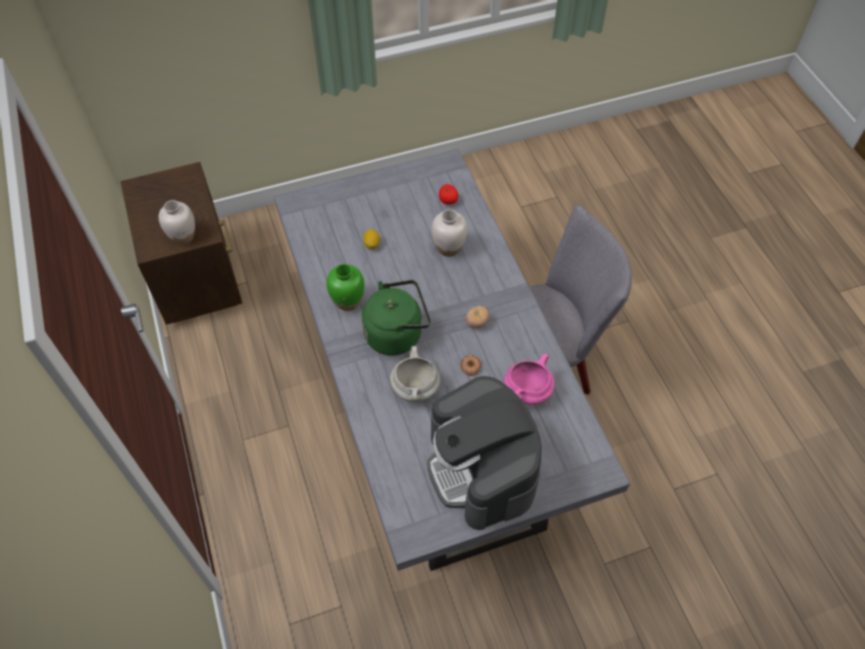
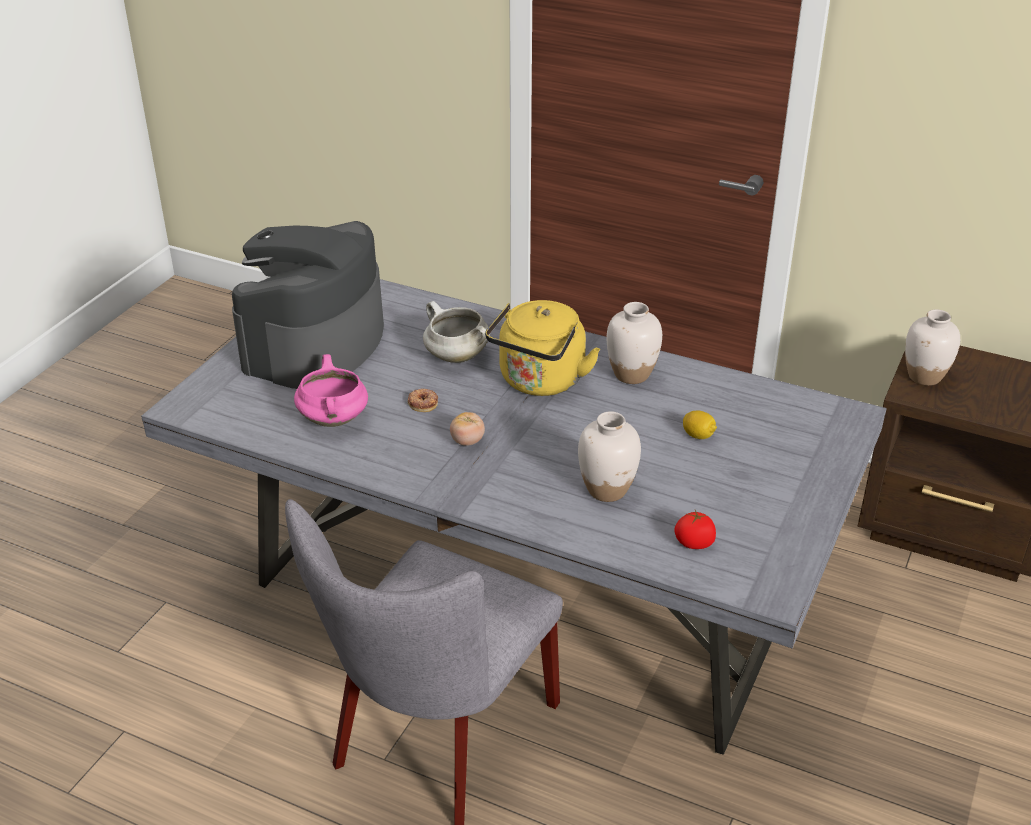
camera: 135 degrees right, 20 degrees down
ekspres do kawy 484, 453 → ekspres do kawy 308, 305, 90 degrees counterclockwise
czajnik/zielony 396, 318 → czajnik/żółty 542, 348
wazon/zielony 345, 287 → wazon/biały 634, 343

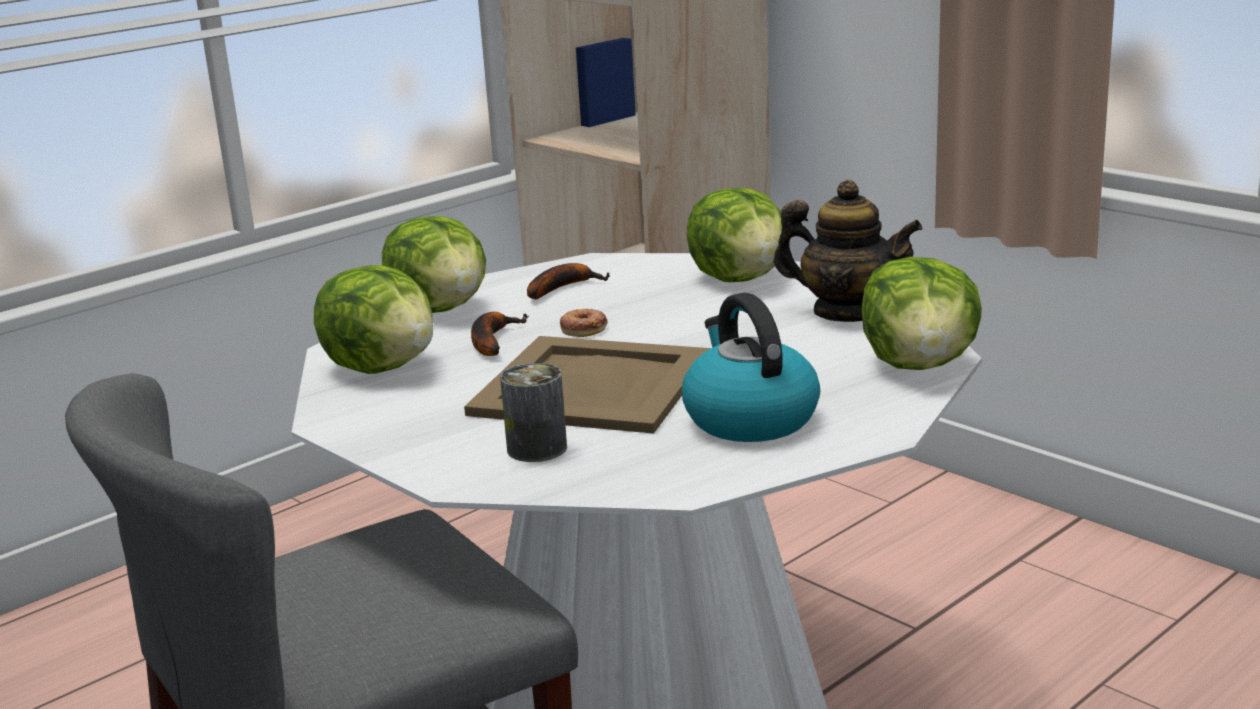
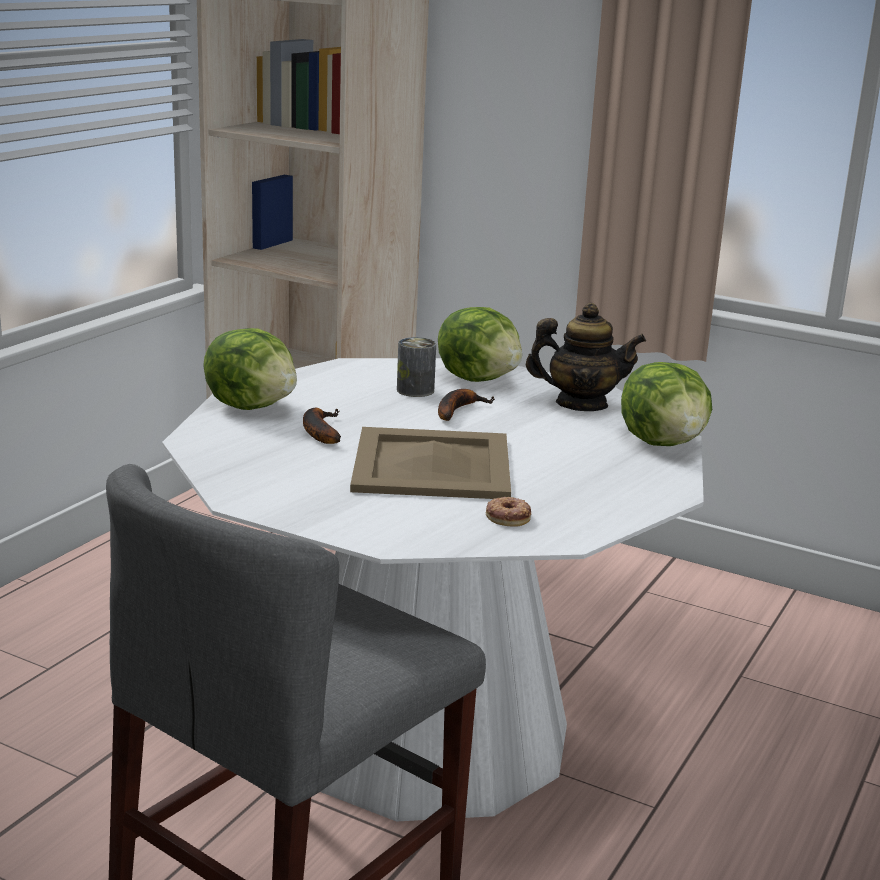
camera: 20 degrees left, 0 degrees up
puszka 533, 412 → puszka 416, 367, moved
banan 568, 281 → banan 466, 405, moved
donut 584, 323 → donut 508, 512, moved
sałata 373, 319 → -
czajnik 751, 367 → -

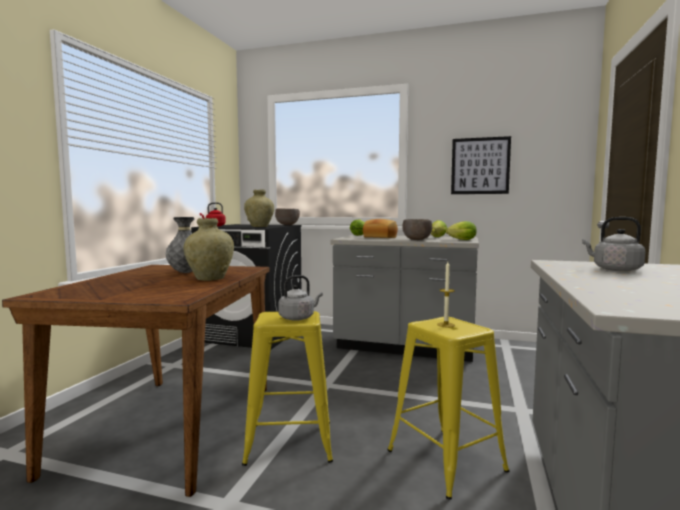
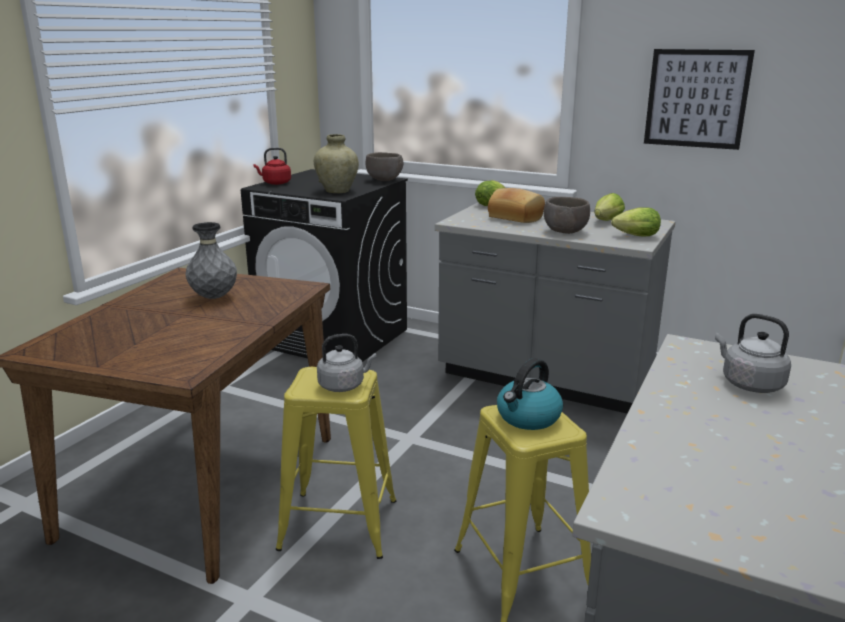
camera: 10 degrees right, 15 degrees up
świeca 446, 294 → czajnik 530, 394
wazon/beżowy 208, 249 → -

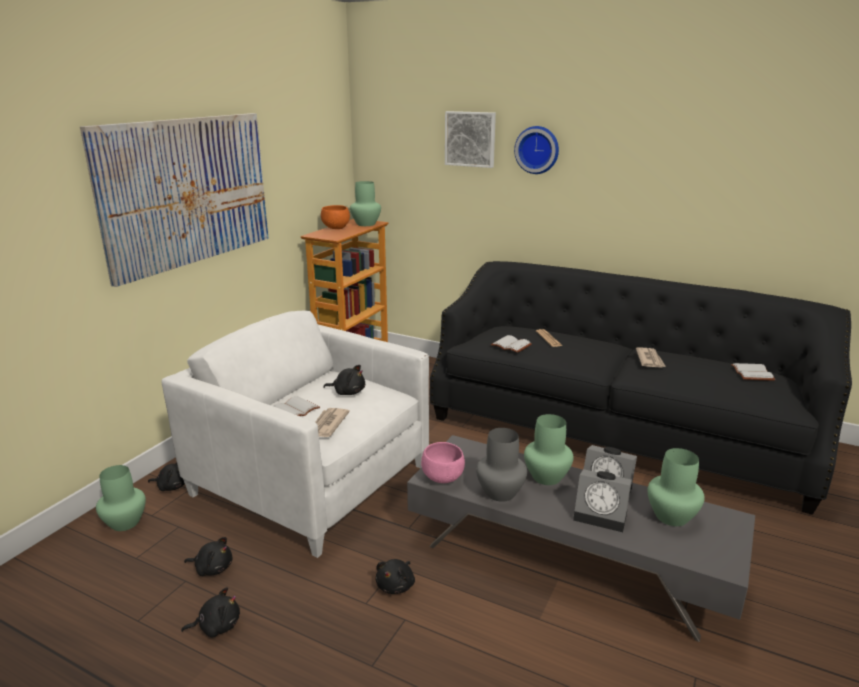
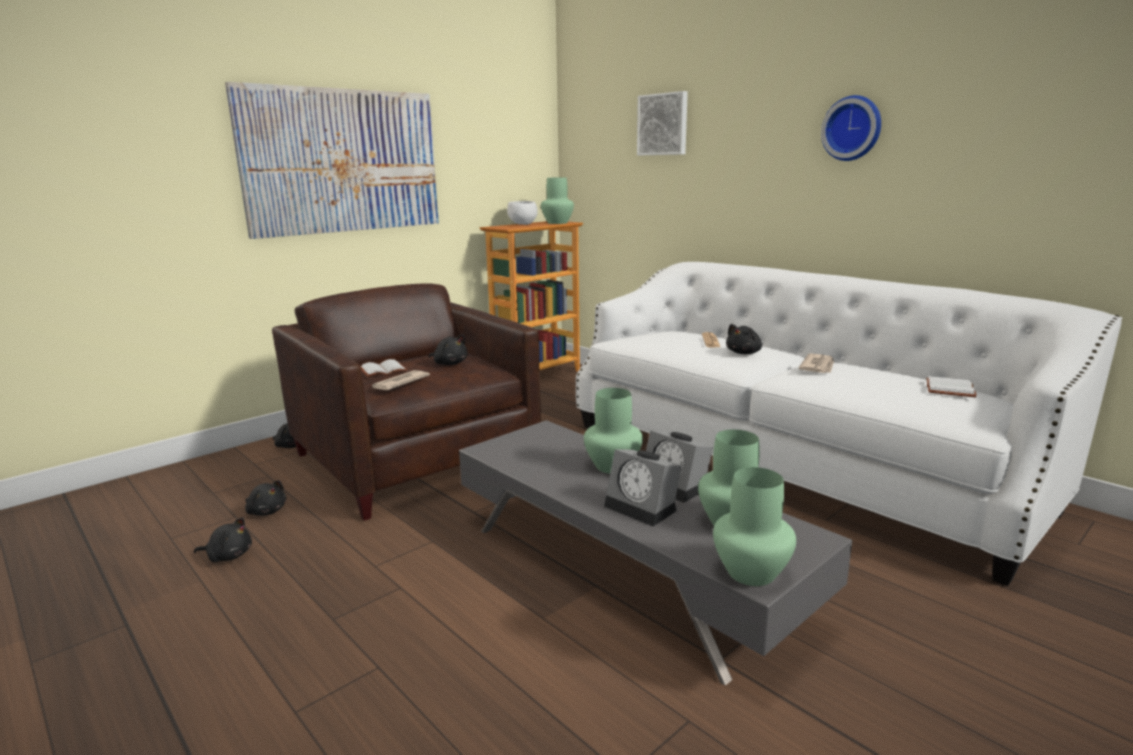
camera: 20 degrees right, 5 degrees down
fotel/biały 295, 434 → fotel/brązowy 406, 402
miska/pomarańczowy 335, 217 → miska/biały 522, 213
kanapa/czarny 641, 388 → kanapa/biały 849, 424
wazon/zielony 121, 498 → wazon/zielony 754, 526, moved
pluszak/czarny 395, 576 → pluszak/czarny 744, 339, moved
zegar ścienny 536, 150 → zegar ścienny 851, 128, moved
miska/różowy 443, 462 → -
wazon/szary 501, 465 → -
książka/biały 511, 344 → -

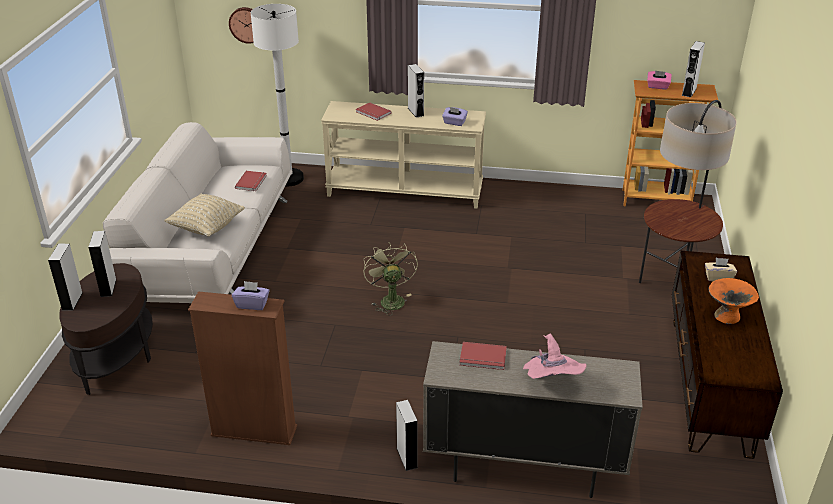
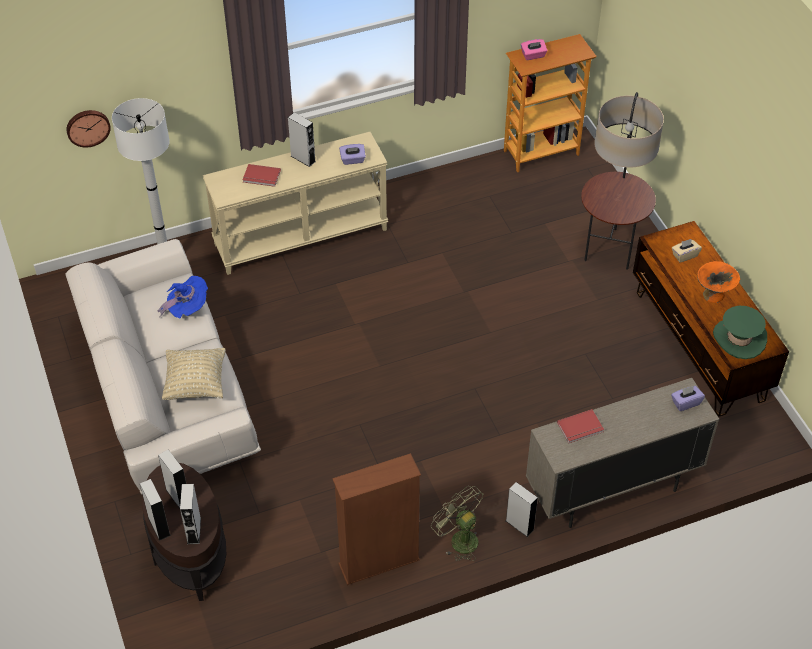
camera: 30 degrees left, 15 degrees up
książka/czerwony 251, 181 → kapelusz/niebieski 183, 297
głośnik/szary 693, 69 → głośnik/szary 190, 514, moved
wentylator/zielony 390, 279 → wentylator/zielony 457, 523, moved
pudełko chusteczek/fioletowy 251, 295 → pudełko chusteczek/fioletowy 688, 398, moved
- → kapelusz/zielony 740, 332
kapelusz/różowy 555, 356 → -

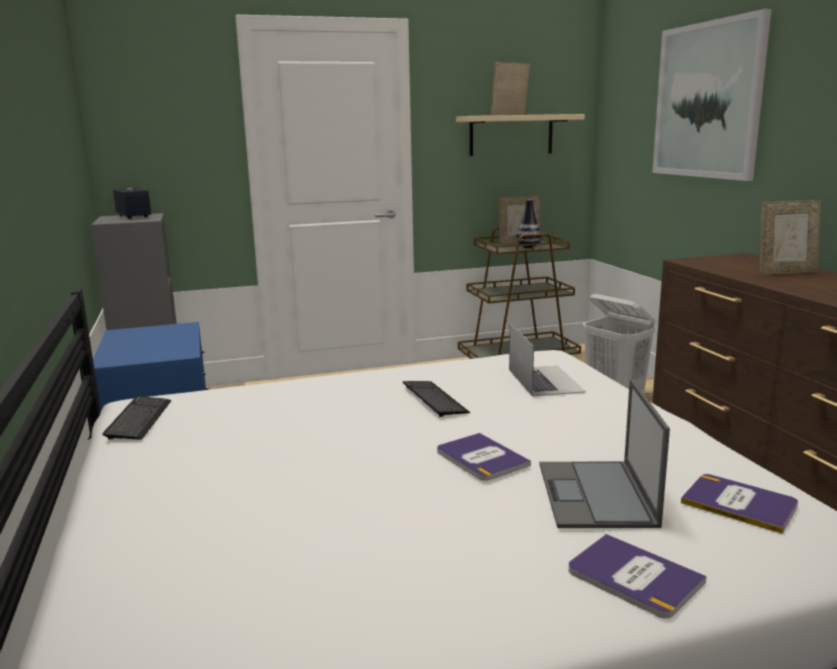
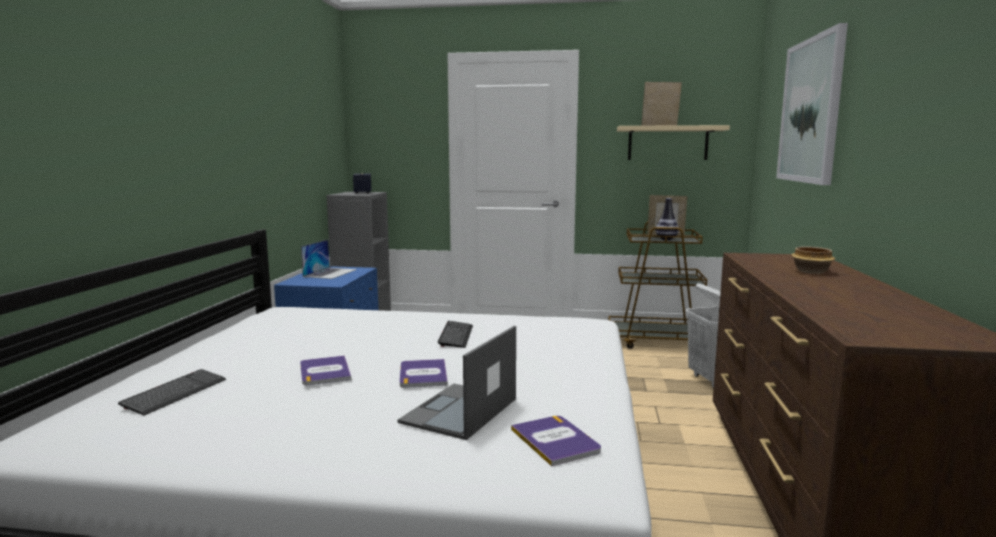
camera: 25 degrees right, 5 degrees down
klawiatura 137, 418 → klawiatura 172, 392, moved
książka 637, 576 → książka 325, 370, moved
laptop 547, 360 → laptop 329, 259, moved
ramka na zdjęcie 790, 237 → miska 813, 260

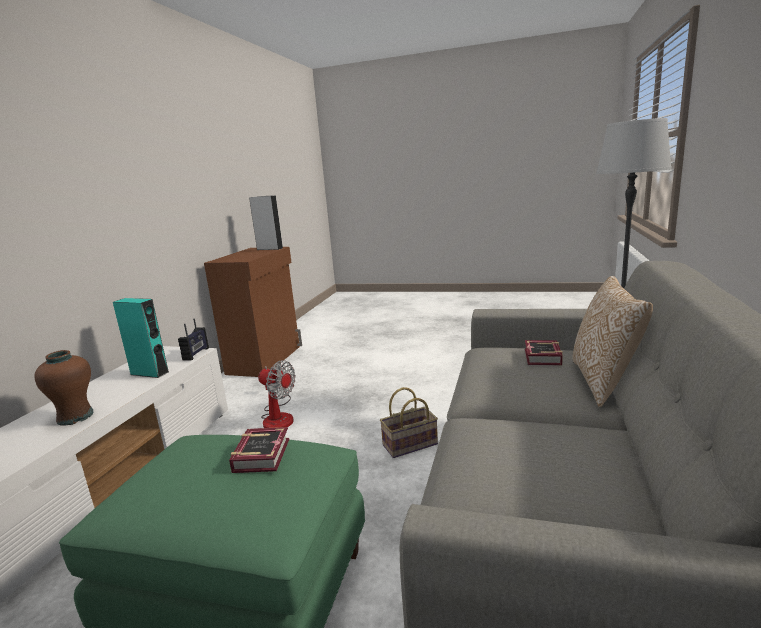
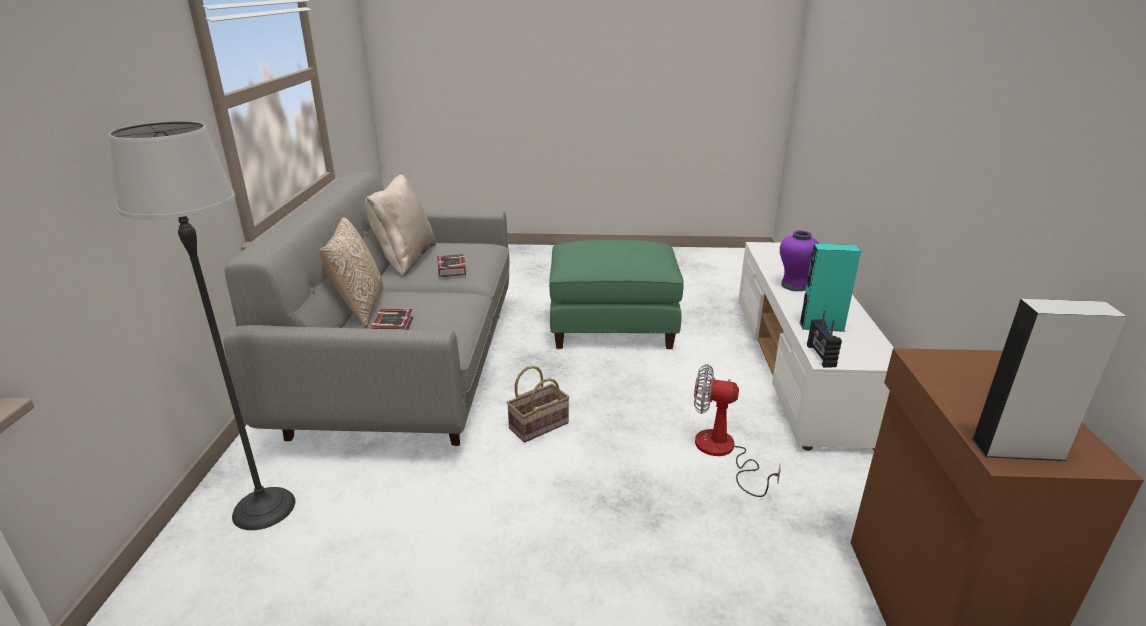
camera: 165 degrees right, 10 degrees up
- → poduszka/beżowy 400, 225
książka 259, 450 → książka 452, 265, moved
wazon/brązowy 64, 388 → wazon/fioletowy 799, 260

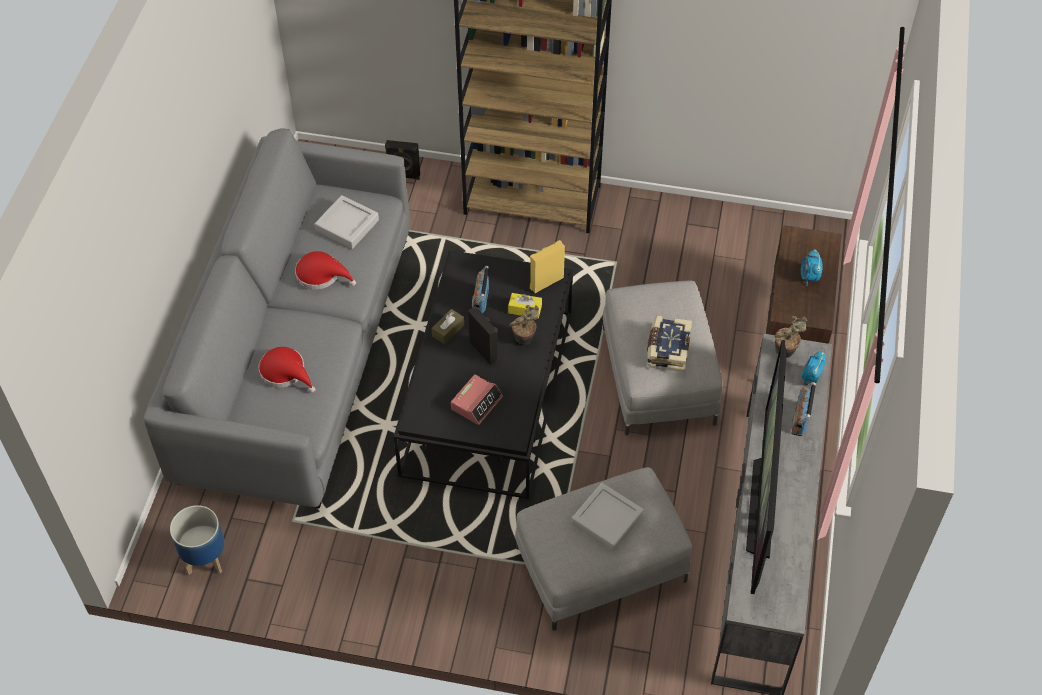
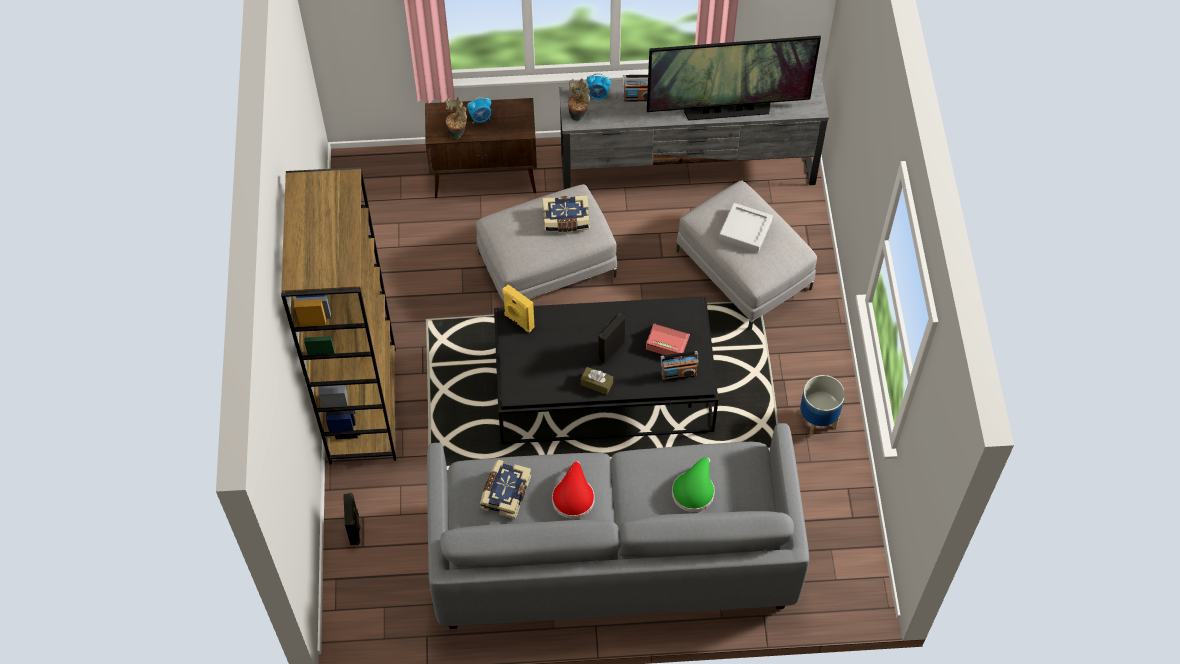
camera: 105 degrees left, 5 degrees up
roślina doniczkowa 524, 325 → roślina doniczkowa 456, 118, moved
taca/szary 347, 222 → książka 505, 489
radio 480, 290 → radio 680, 366, moved
kapelusz/czerwony 286, 370 → kapelusz/zielony 693, 484
donica 197, 540 → donica 822, 406, moved
pudełko chusteczek/żółty 525, 305 → -

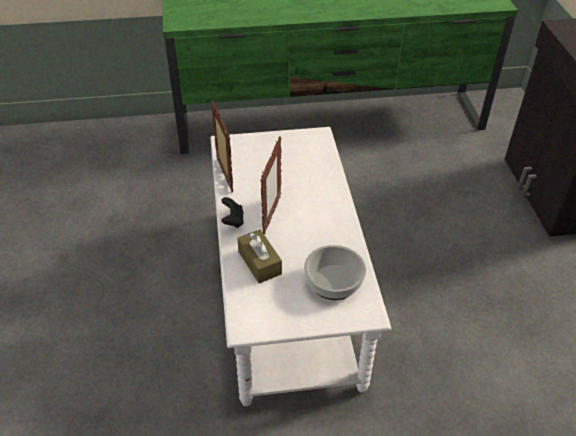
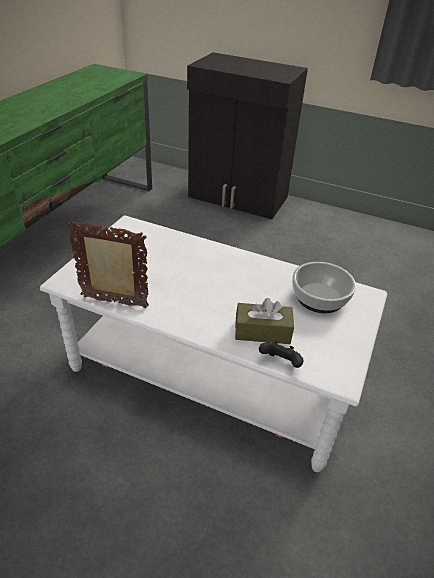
camera: 60 degrees left, 5 degrees down
pad do gier/czarny 232, 212 → pad do gier/czarny 281, 354, moved
ramka na zdjęcie 270, 185 → -

